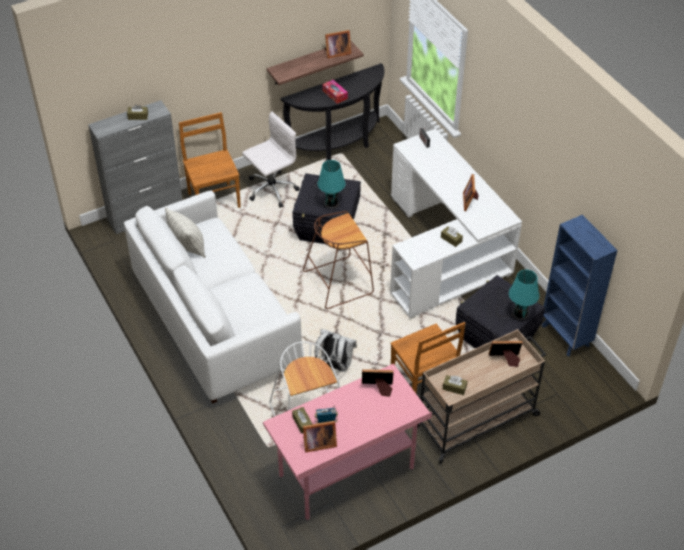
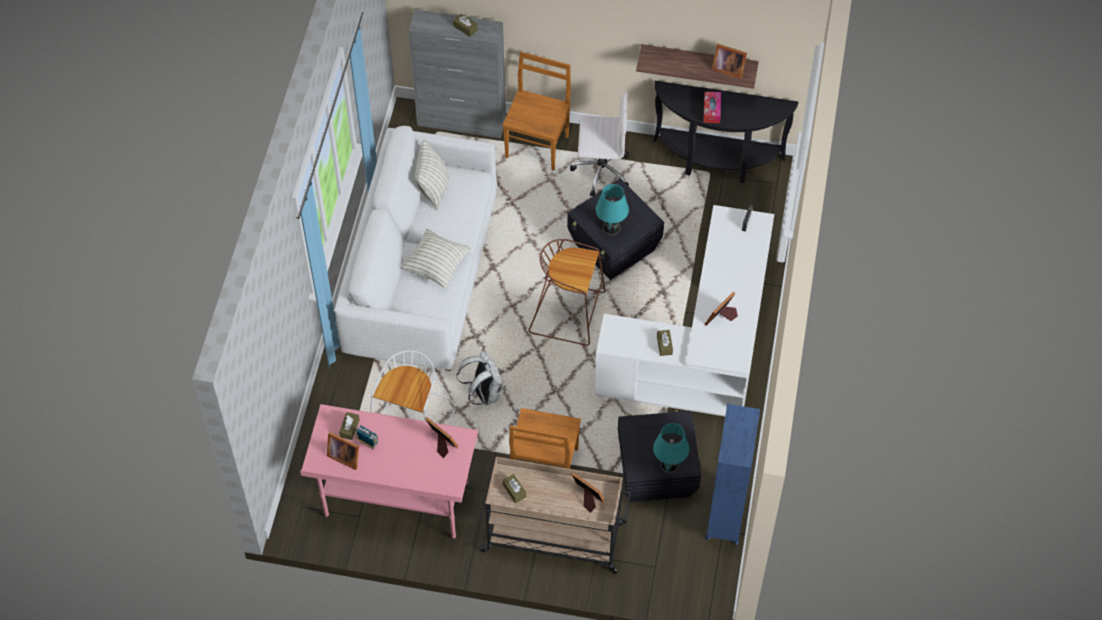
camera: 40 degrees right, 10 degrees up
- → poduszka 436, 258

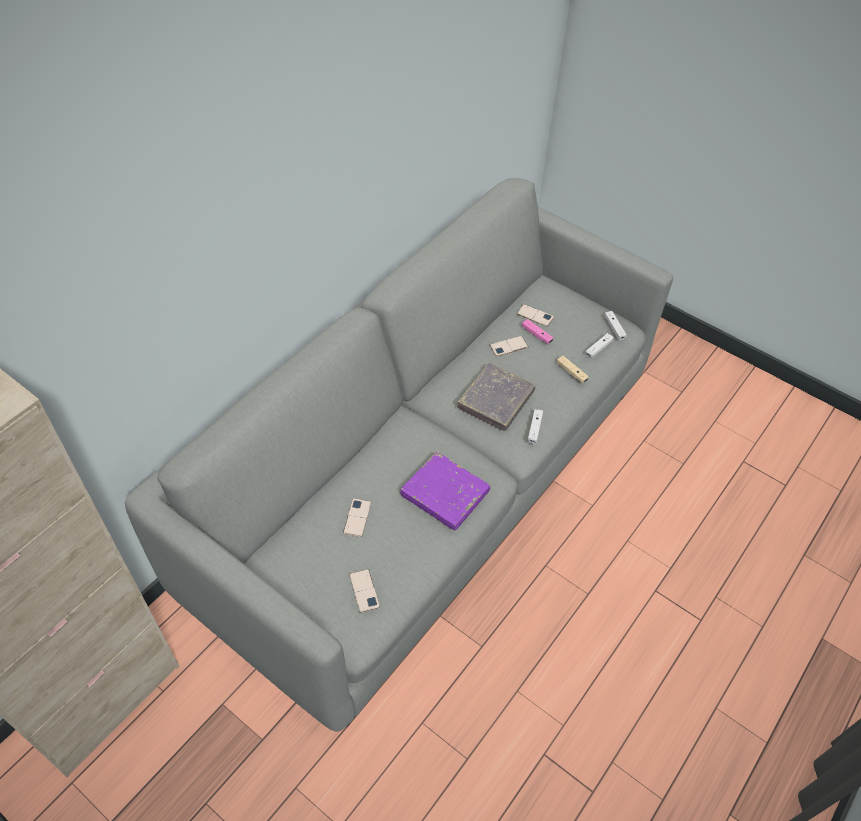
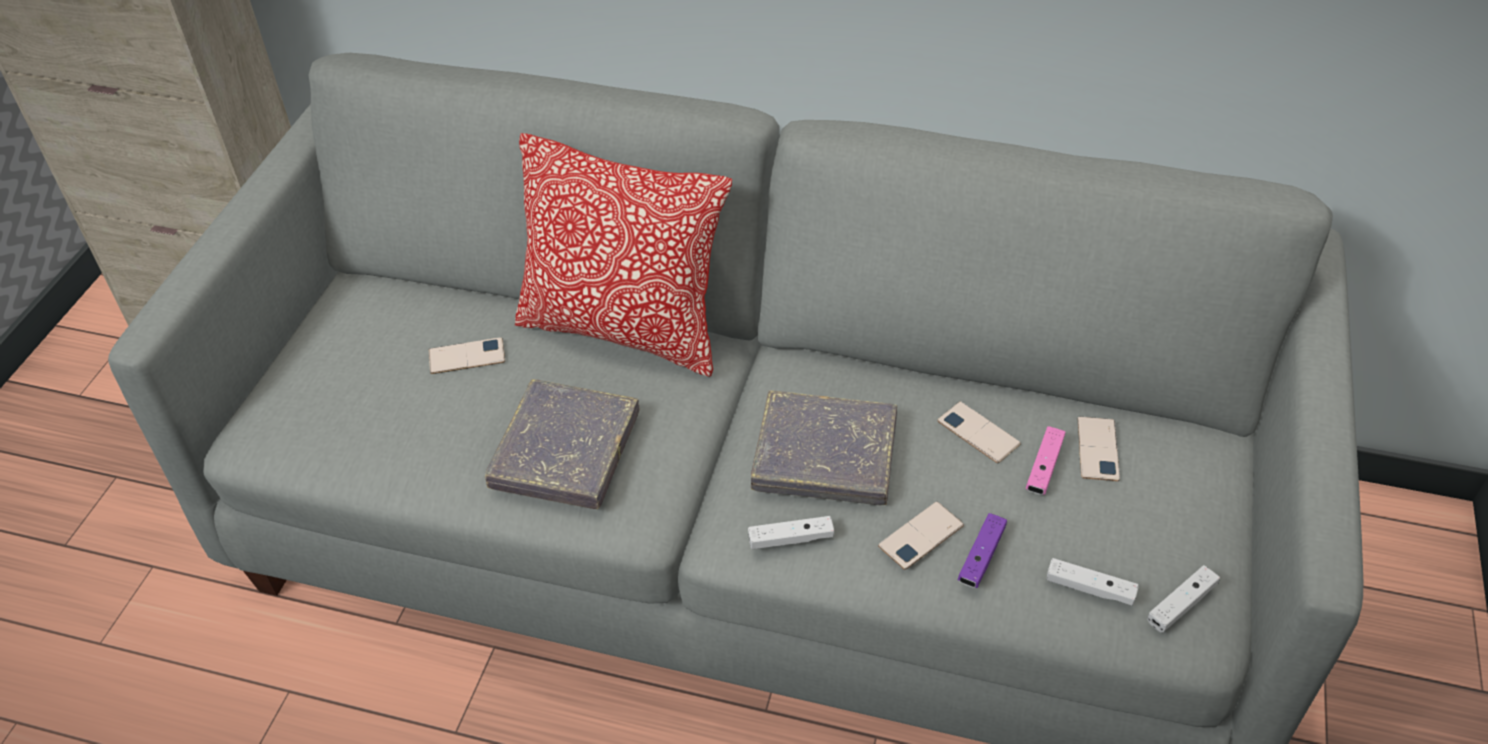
camera: 70 degrees right, 5 degrees down
książka/fioletowy 445, 491 → książka/szary 562, 444
- → poduszka 623, 255
telefon 364, 591 → telefon 921, 536, moved
pad do gier/beżowy 573, 369 → pad do gier/fioletowy 982, 550

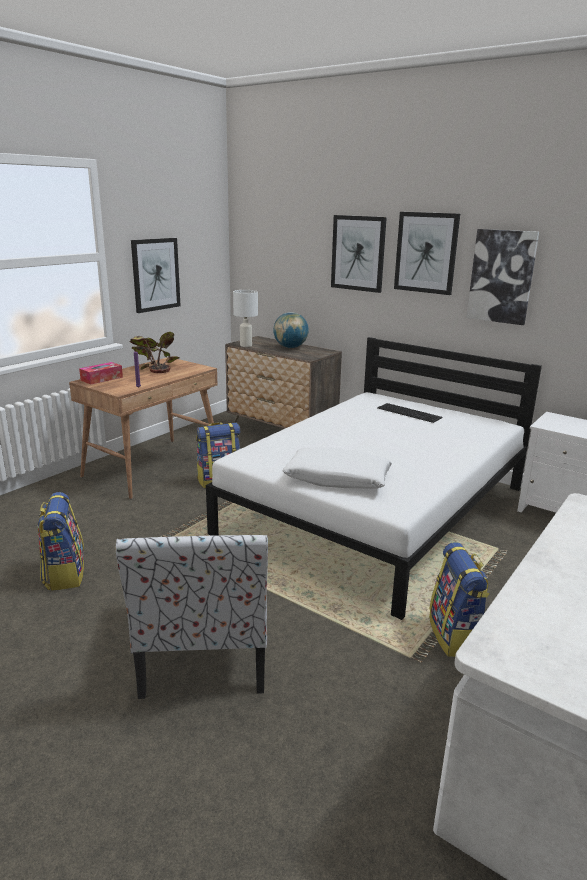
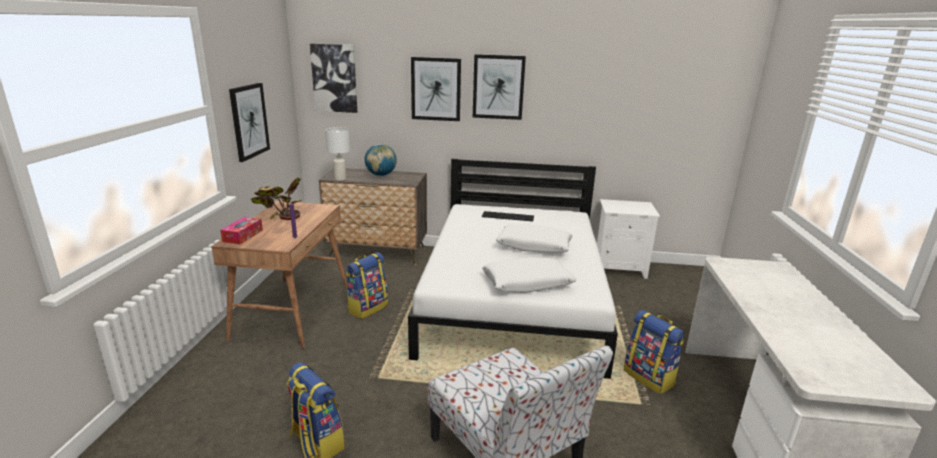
camera: 30 degrees left, 0 degrees up
obraz 502, 277 → obraz 333, 78, moved
- → poduszka/biały 534, 238

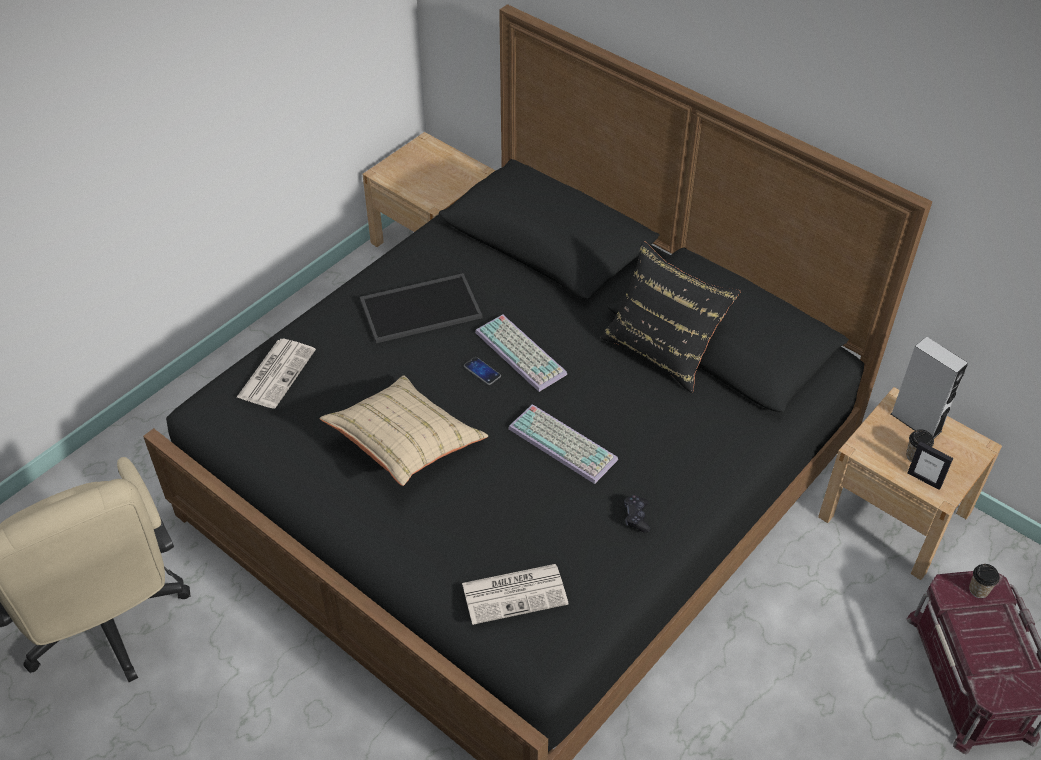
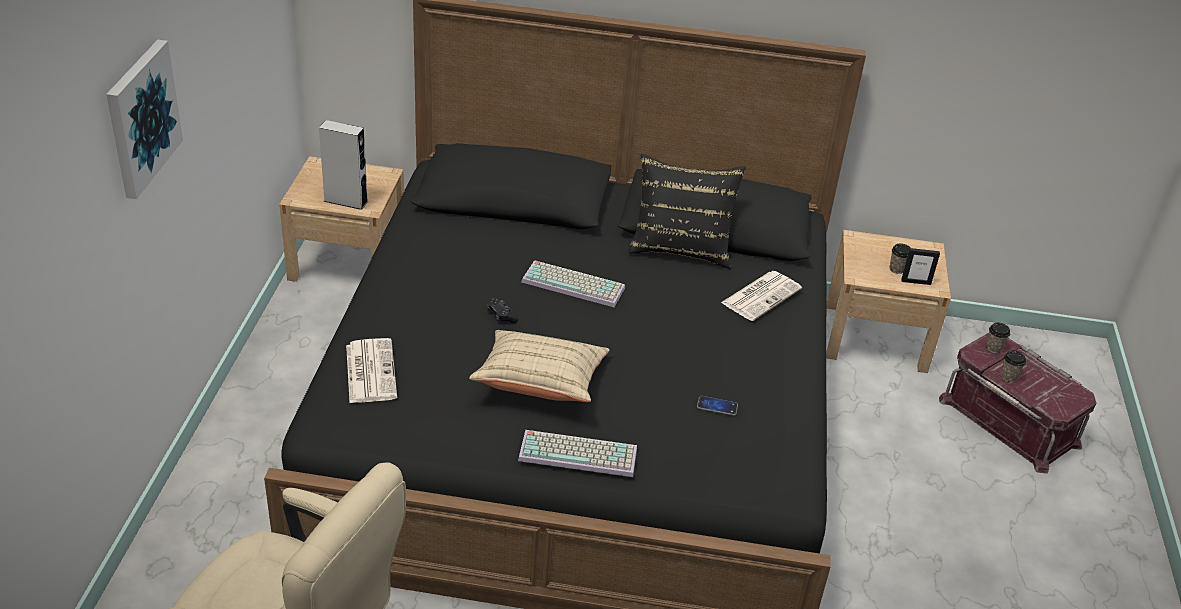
camera: 35 degrees left, 10 degrees down
- → obraz 144, 119
głośnik/szary 929, 387 → głośnik/szary 343, 165, moved
pad do gier/czarny 637, 514 → pad do gier/czarny 502, 310, moved
klawiatura 563, 444 → klawiatura 577, 453, moved
telefon 482, 371 → telefon 717, 406, moved
gazeta 515, 594 → gazeta 761, 296, moved
- → filiżanka 1013, 366
taca 421, 308 → -

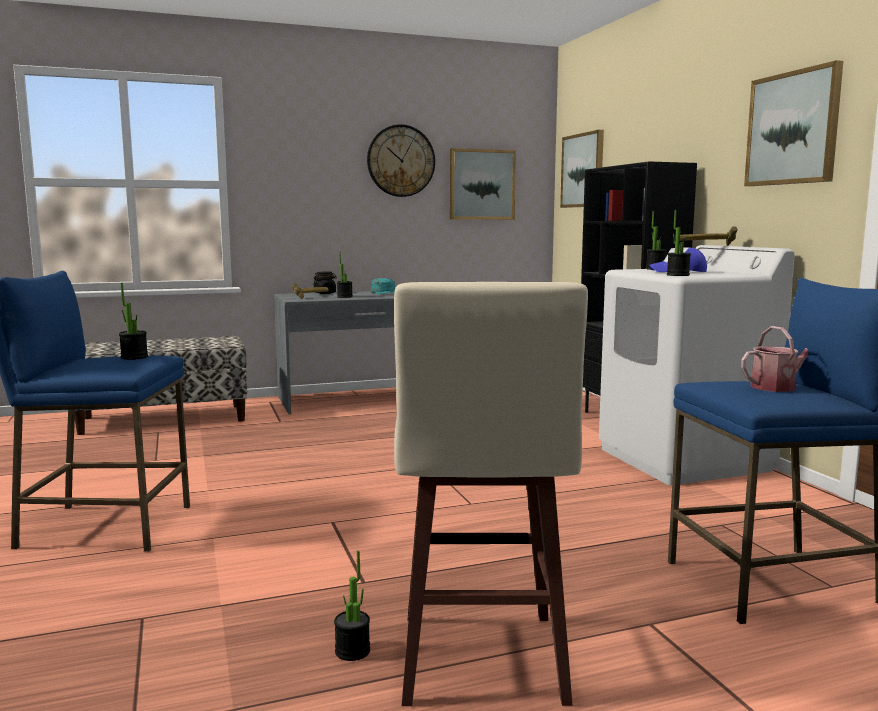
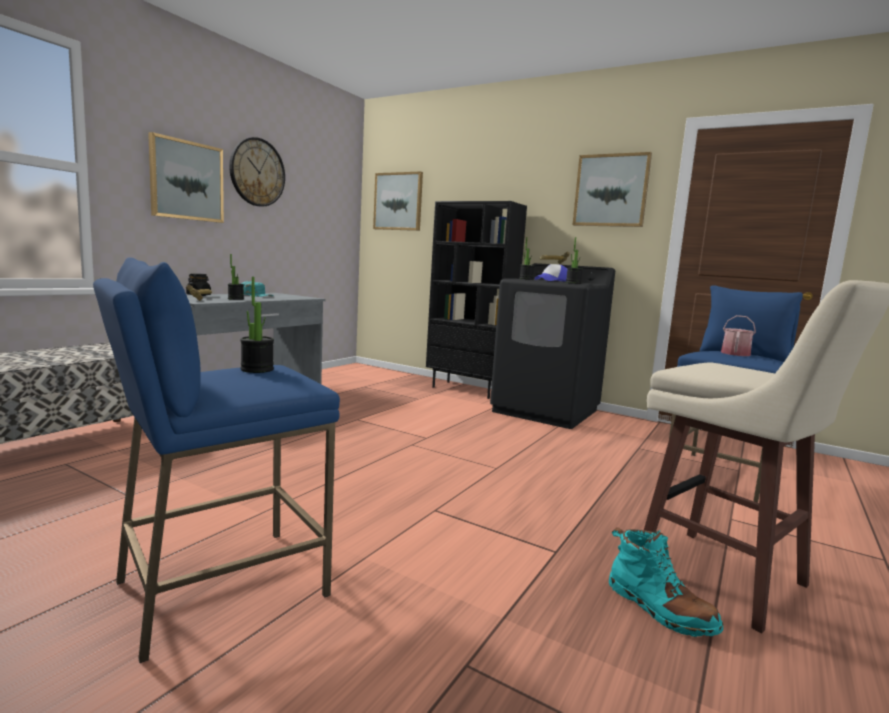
camera: 40 degrees left, 0 degrees up
obraz 483, 184 → obraz 186, 177, moved
pralka/biały 697, 365 → pralka/czarny 552, 346
roślina doniczkowa 352, 606 → but z cholewką/turkusowy 666, 582

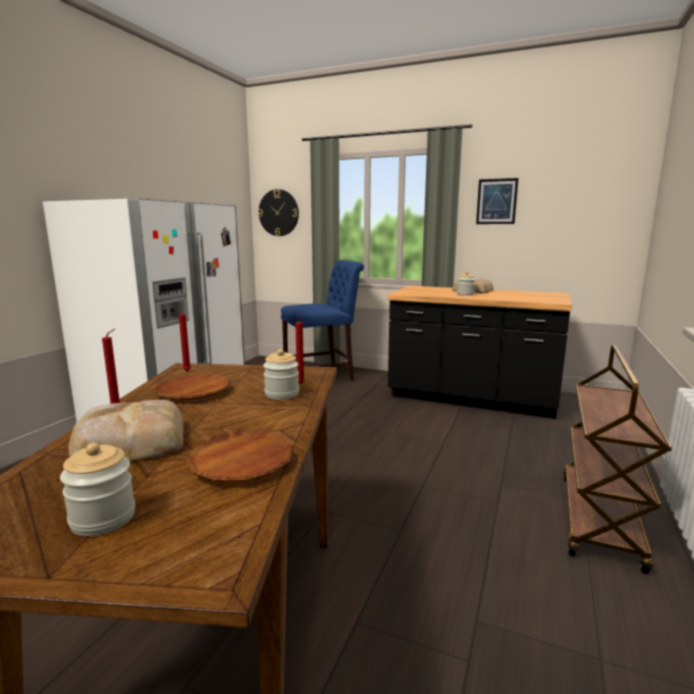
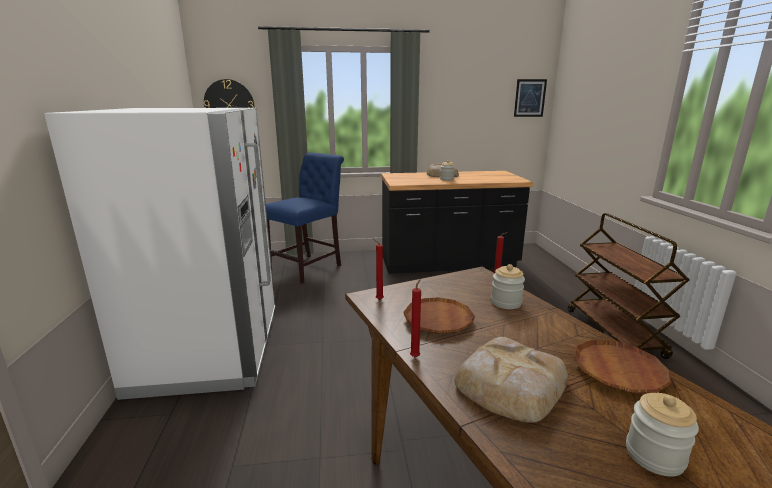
camera: 30 degrees left, 5 degrees up
obraz 497, 201 → obraz 530, 98, moved

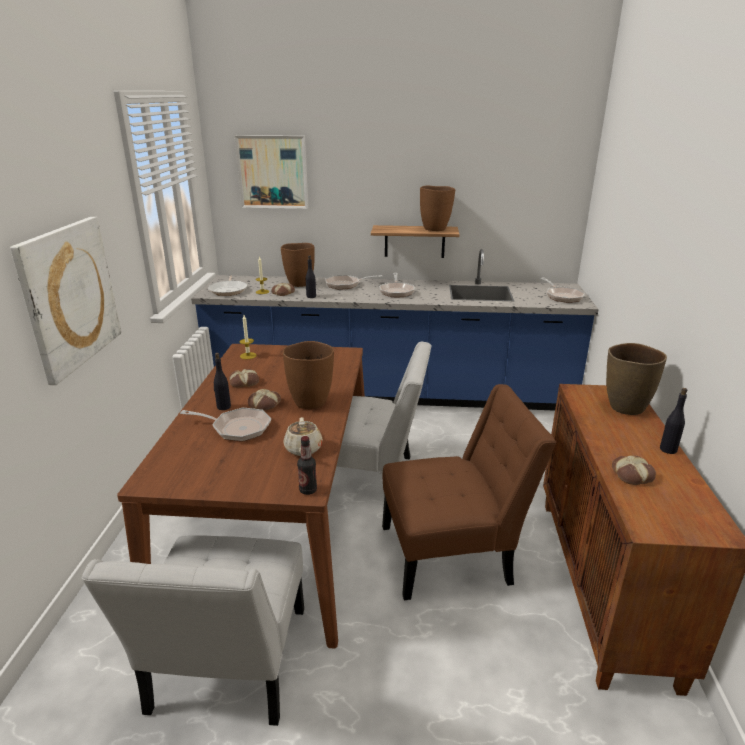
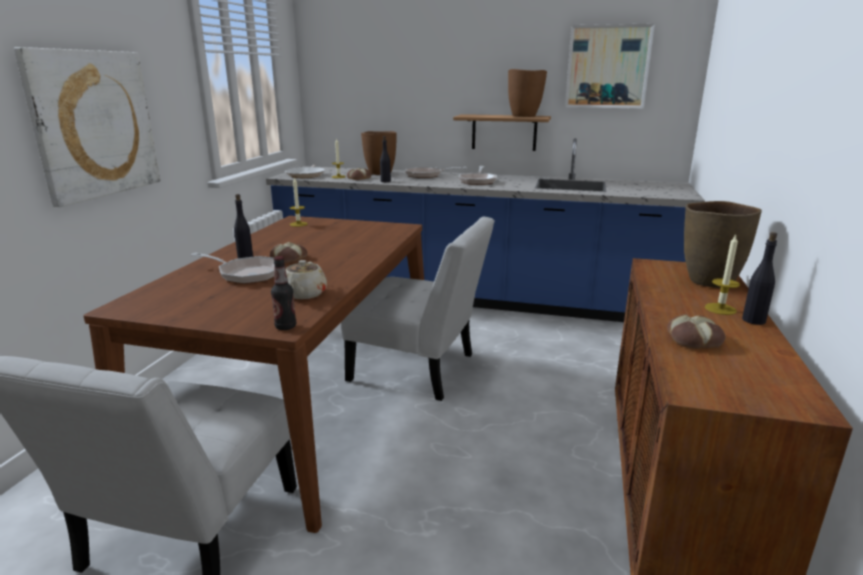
camera: 10 degrees right, 5 degrees down
obraz 272, 172 → obraz 610, 66, moved
- → świeca 722, 274
chleb 244, 378 → -
wazon/brązowy 308, 375 → -
krzesło/brązowy 469, 492 → -
patelnia 562, 290 → -

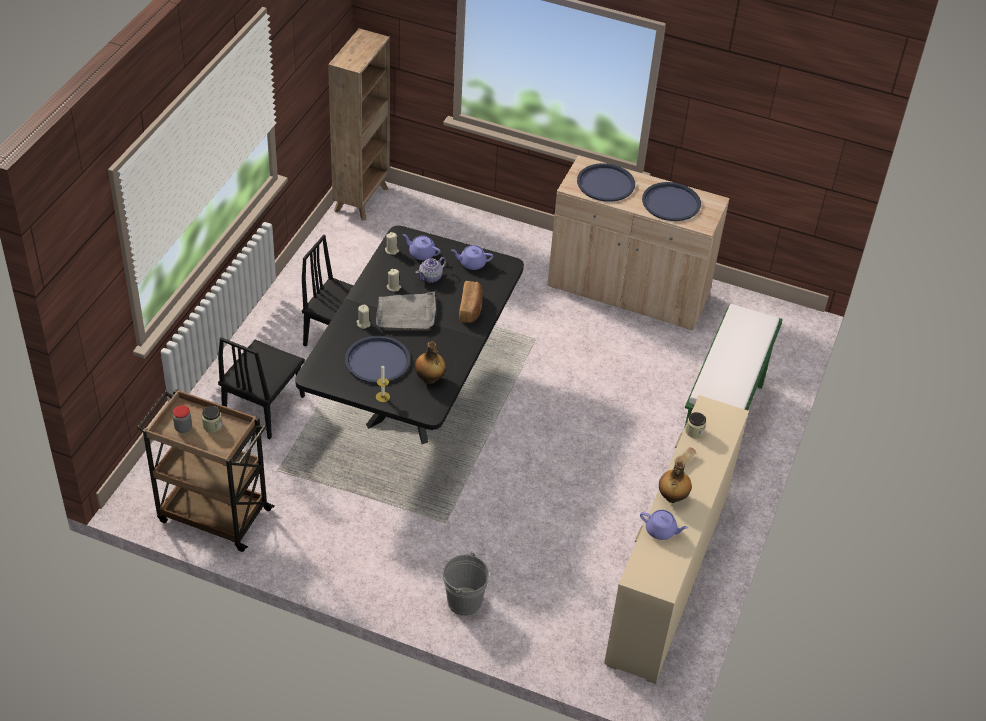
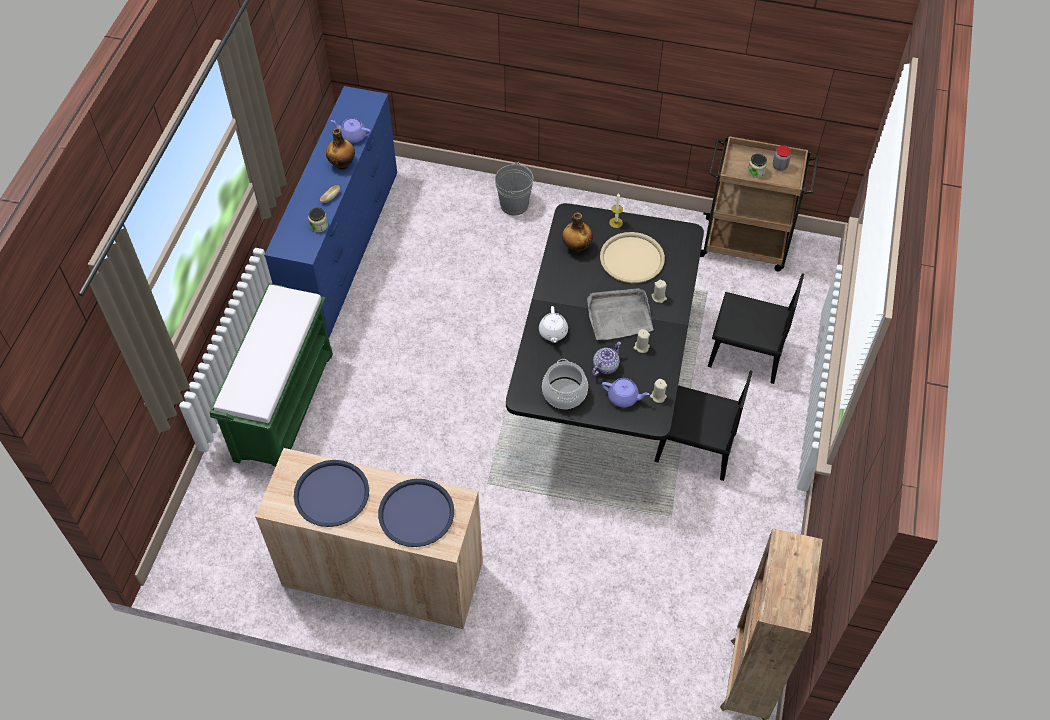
camera: 175 degrees right, 10 degrees up
komoda/beżowy 676, 539 → komoda/niebieski 330, 212
chleb 471, 302 → imbryk/biały 553, 324
imbryk/fioletowy 472, 257 → garnek 565, 384
taca/niebieski 377, 360 → taca/beżowy 632, 257
krzesło/czarny 261, 388 → krzesło/czarny 756, 328, 90 degrees clockwise

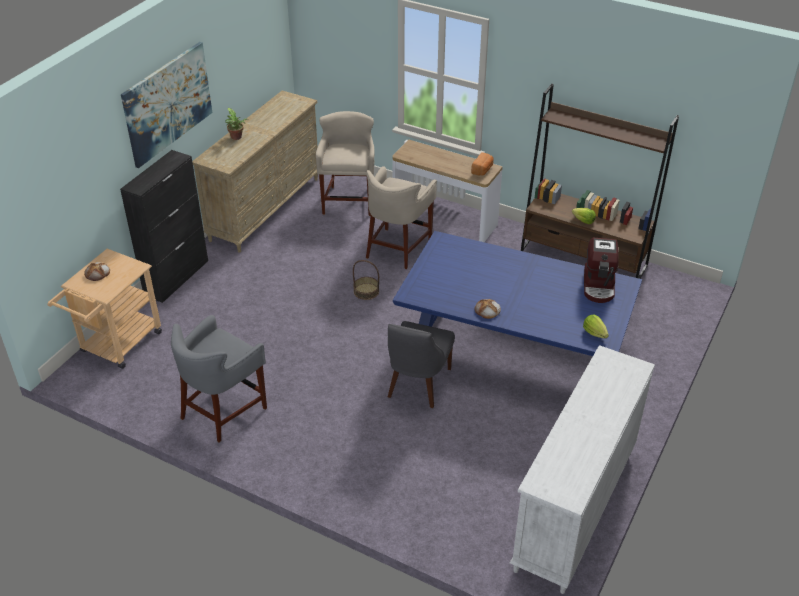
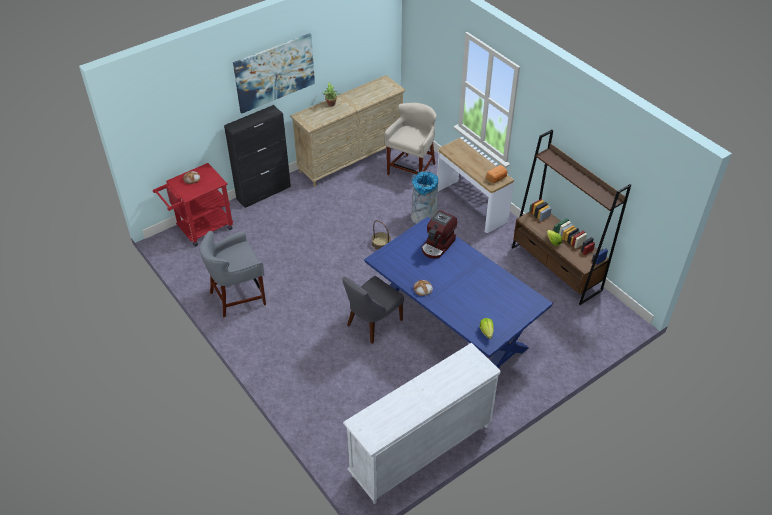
camera: 25 degrees right, 5 degrees up
wózek/beżowy 105, 309 → wózek/czerwony 193, 204
stołek/beżowy 401, 217 → kosz na śmieci/szary 424, 197
ekspres do kawy 601, 270 → ekspres do kawy 439, 234, moved

